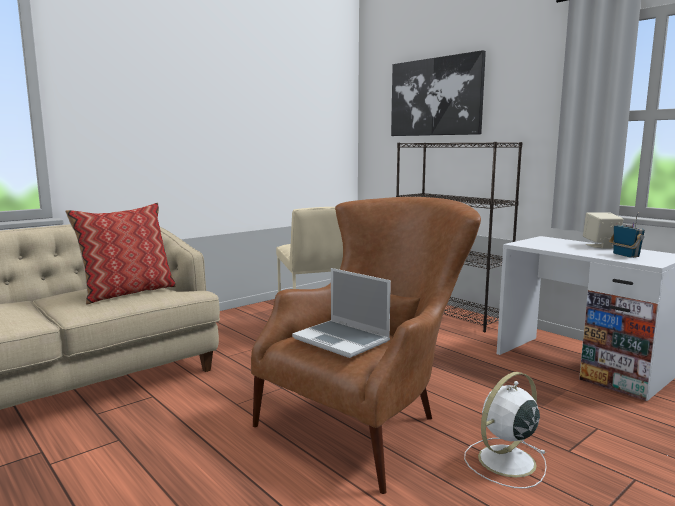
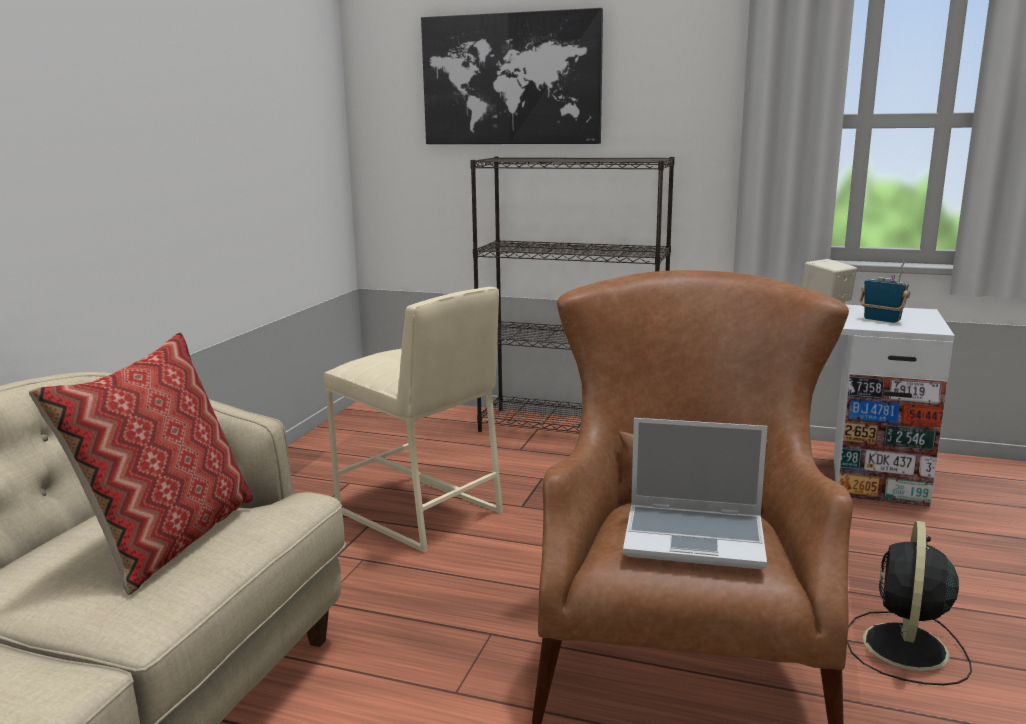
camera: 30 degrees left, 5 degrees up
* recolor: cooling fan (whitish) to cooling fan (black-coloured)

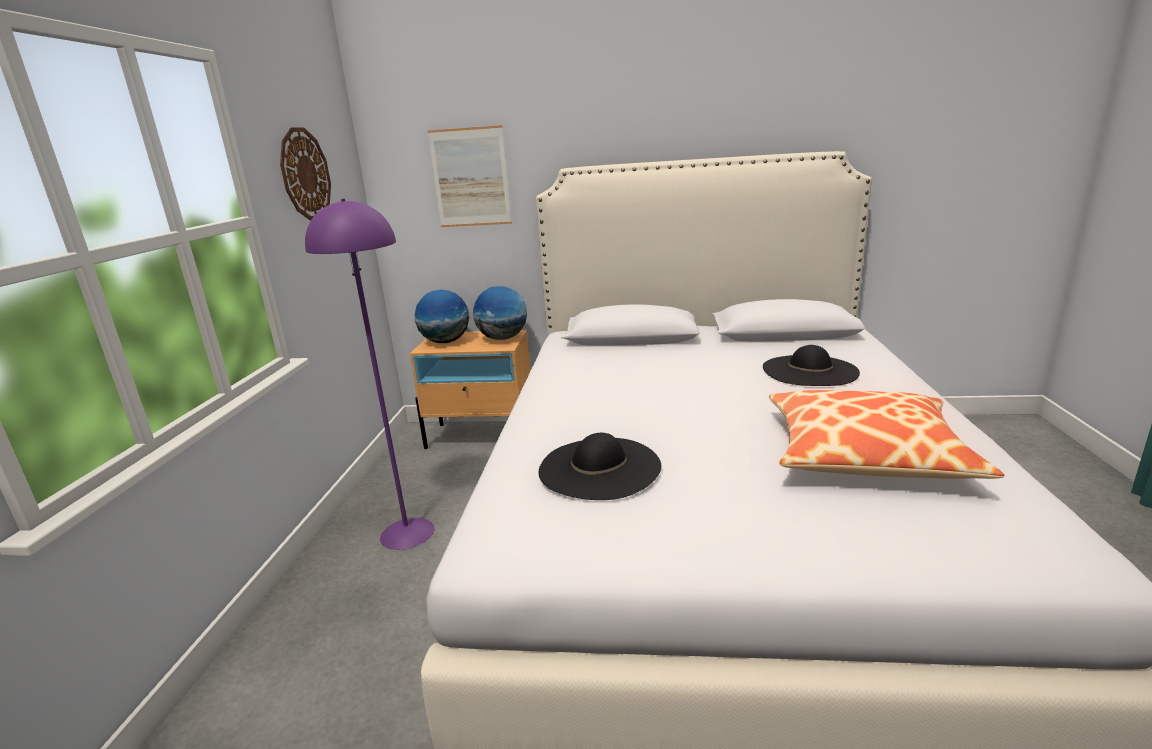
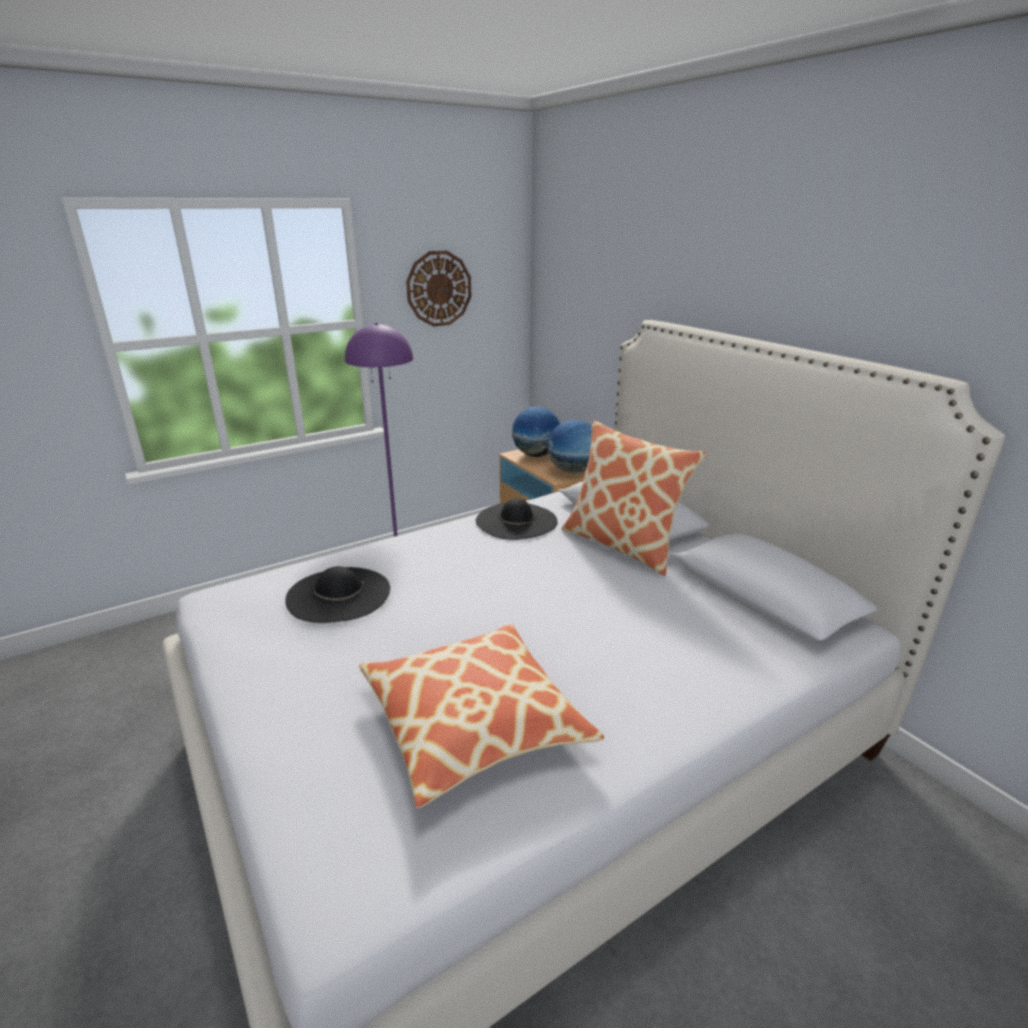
camera: 50 degrees right, 5 degrees up
* delete: picture
* insert: cushion (2nd from left)
* move: hat (black-coloured) (2nd from left)

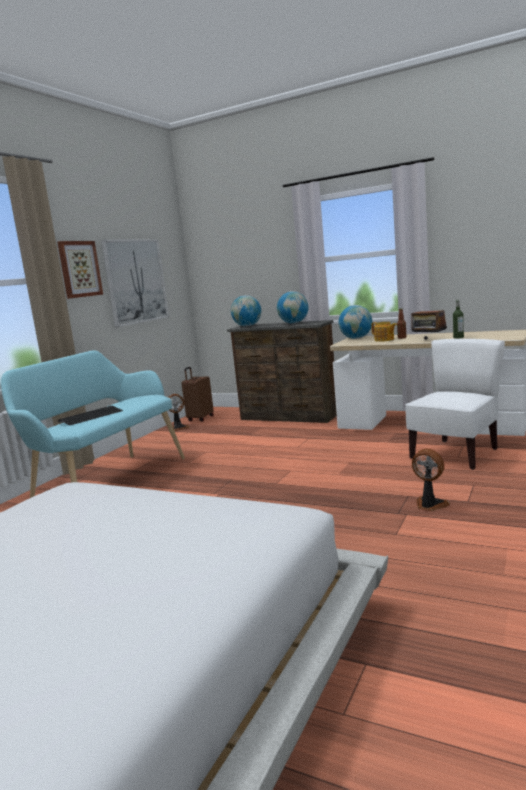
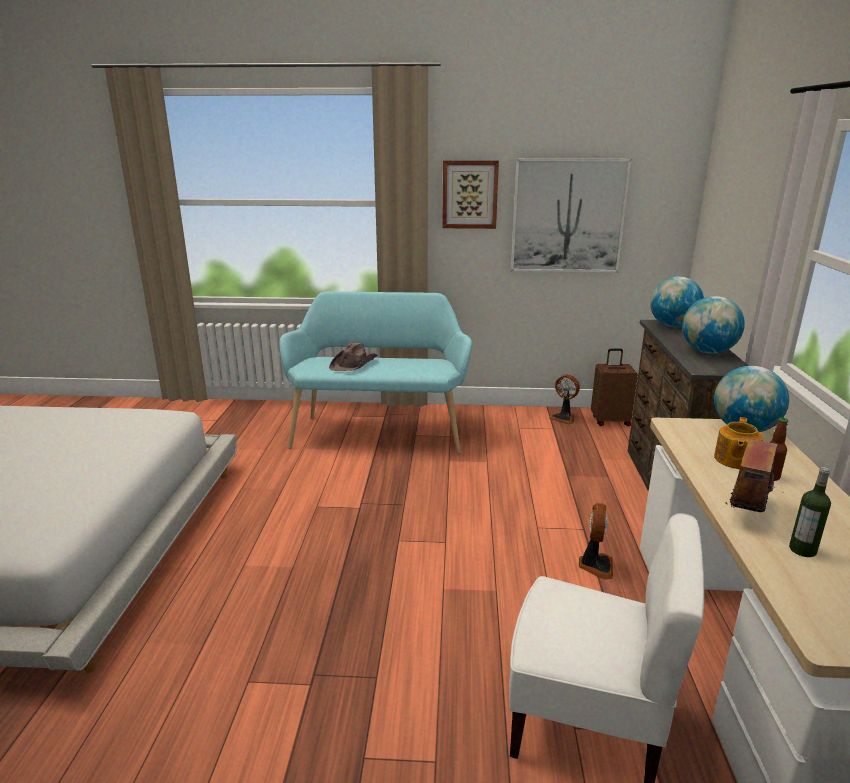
camera: 65 degrees right, 10 degrees up
* move: cooling fan (2nd from left)
* replace: PC keyboard to hat (brown-coloured)

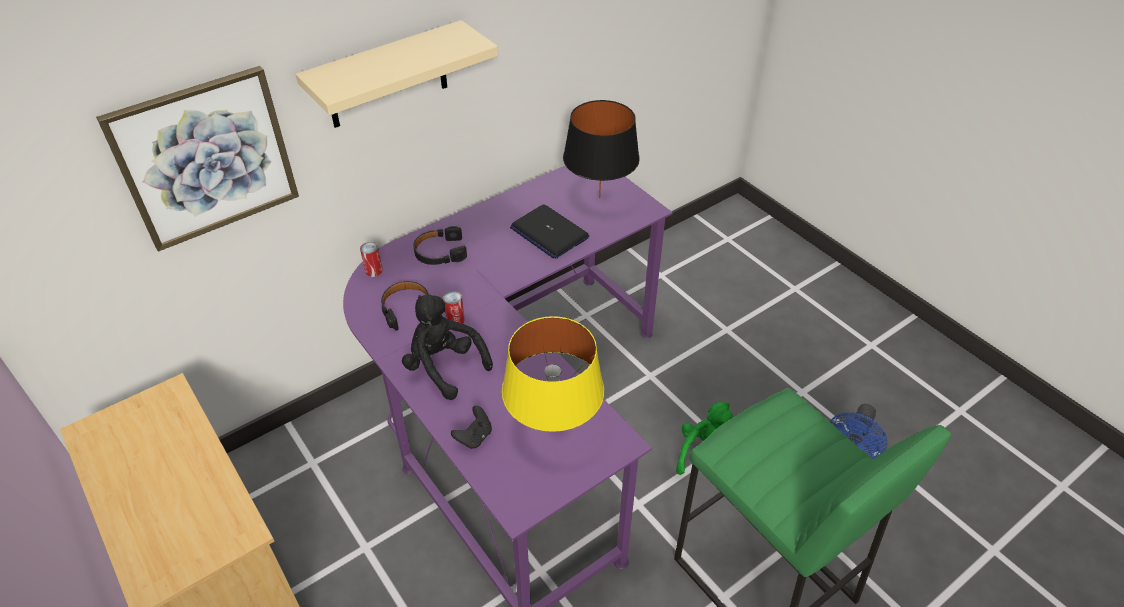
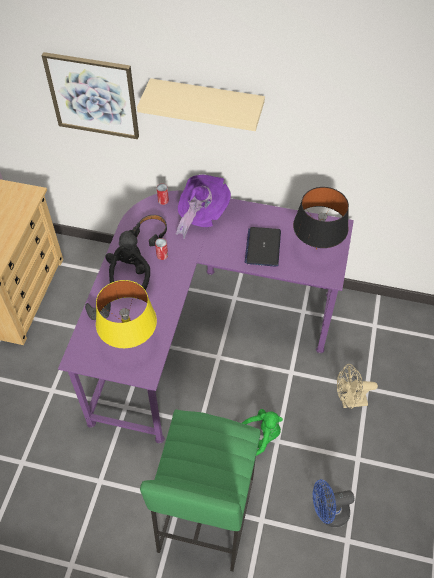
camera: 50 degrees right, 10 degrees up
* insert: cooling fan (beige)
* replace: headphones (black-coloured) (2nd from left) to hat (purple)

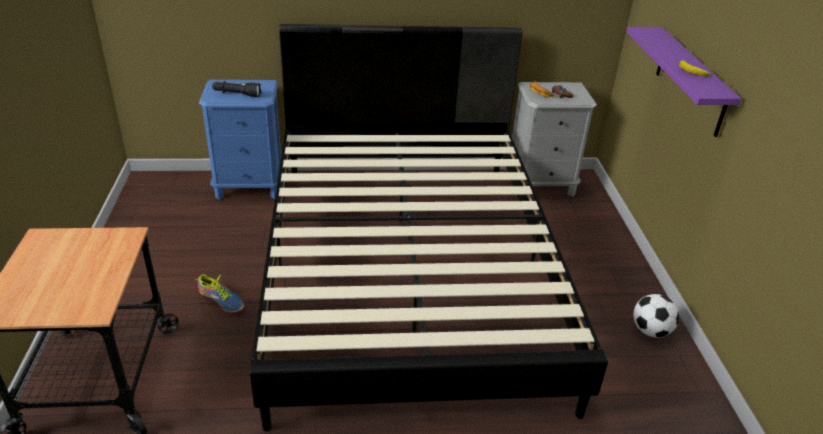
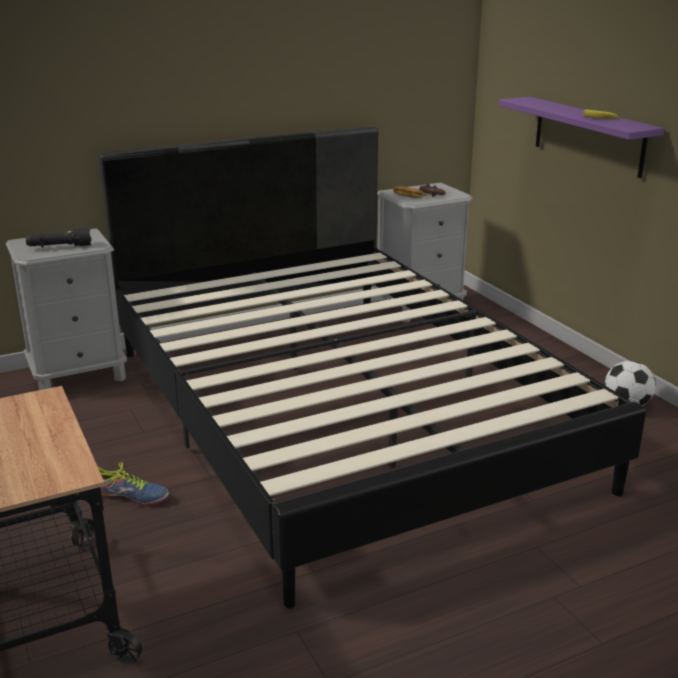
camera: 20 degrees left, 10 degrees down
* recolor: nightstand (blue) to nightstand (gray) (1st from left)

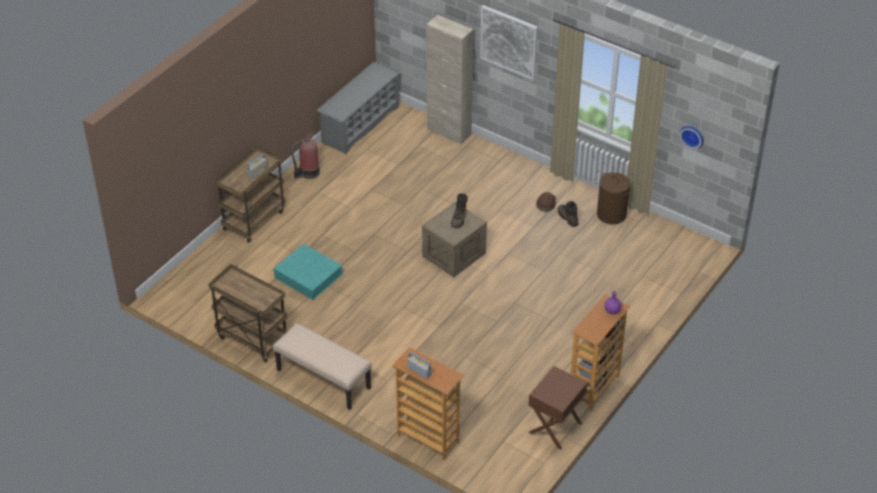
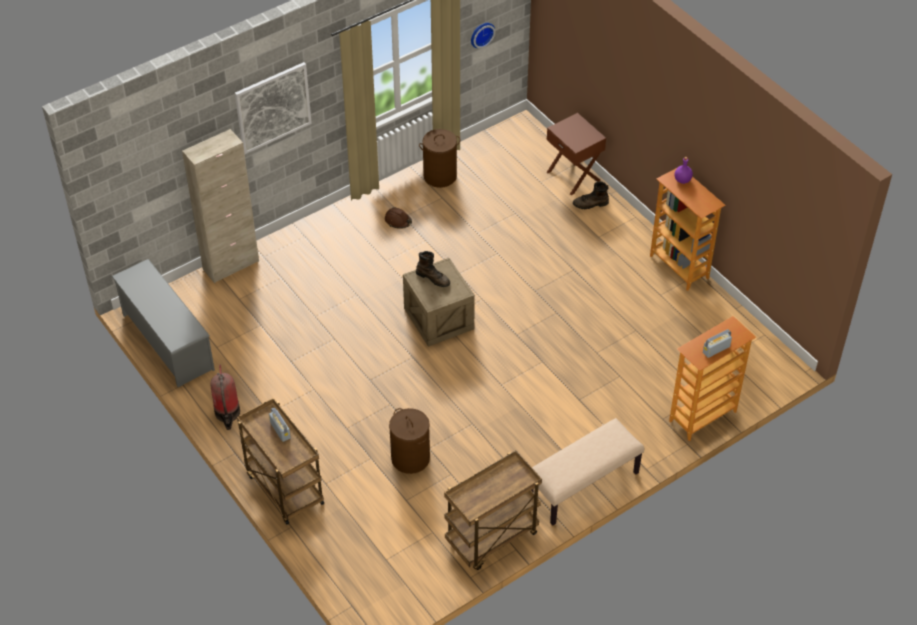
camera: 70 degrees left, 5 degrees up
* move: nightstand (brown-coloured)
* move: high-top boot (brown-coloured) (2nd from left)
* replace: storage bin (turquoise) to washing basket (brown-coloured) (1st from left)

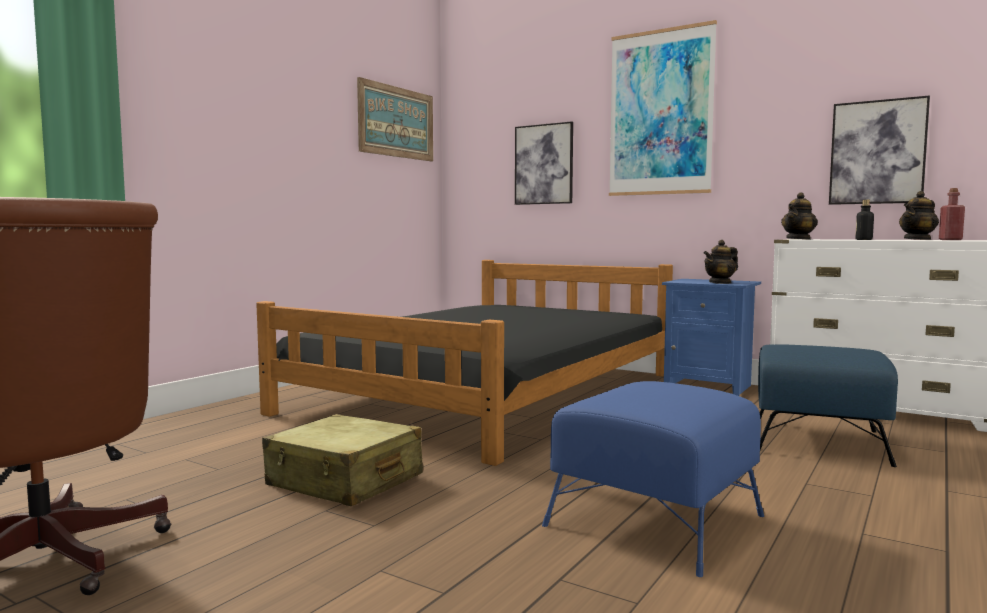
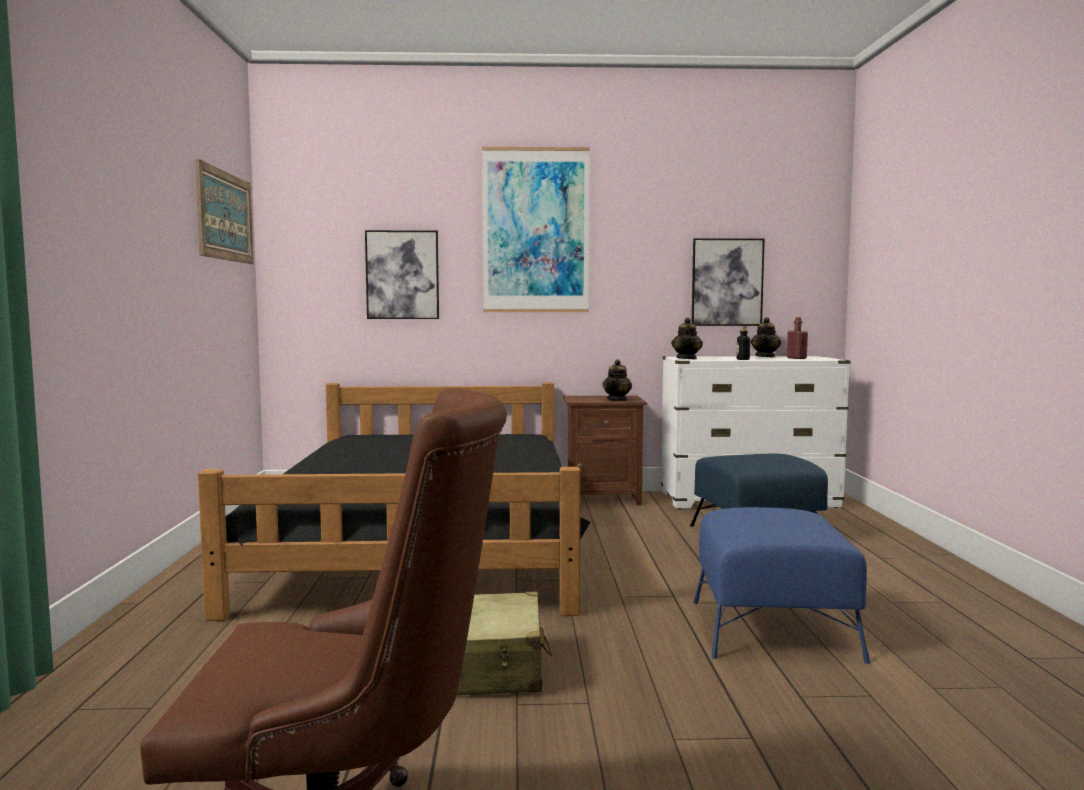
camera: 35 degrees left, 0 degrees up
* recolor: nightstand (blue) to nightstand (brown-coloured)

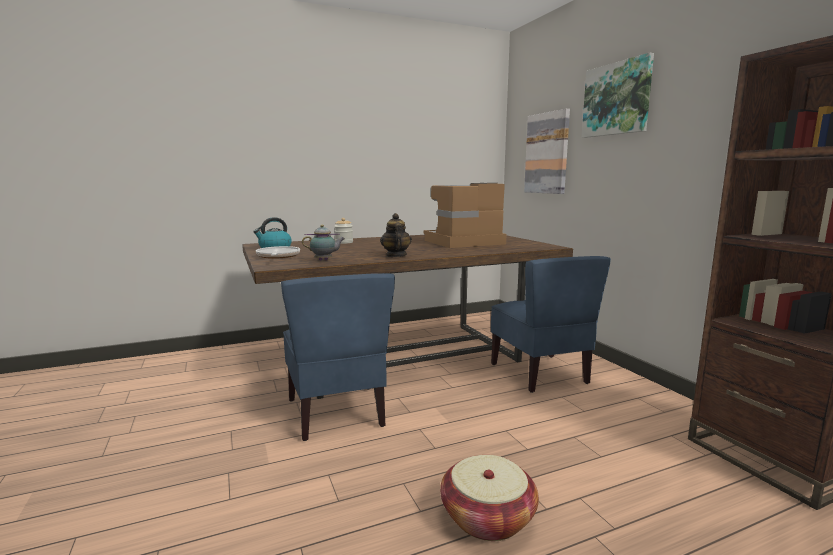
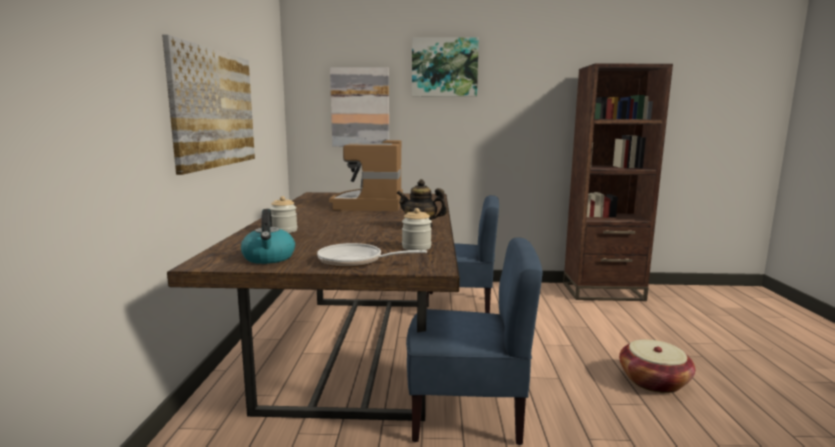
camera: 65 degrees left, 0 degrees up
* insert: picture (1st from left)
* replace: tea pot (1st from left) to preserve jar (2nd from left)

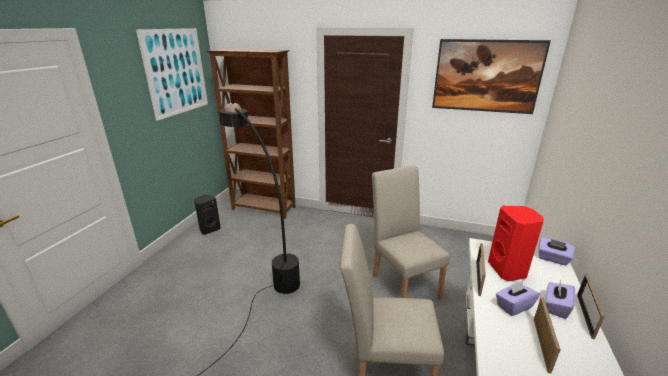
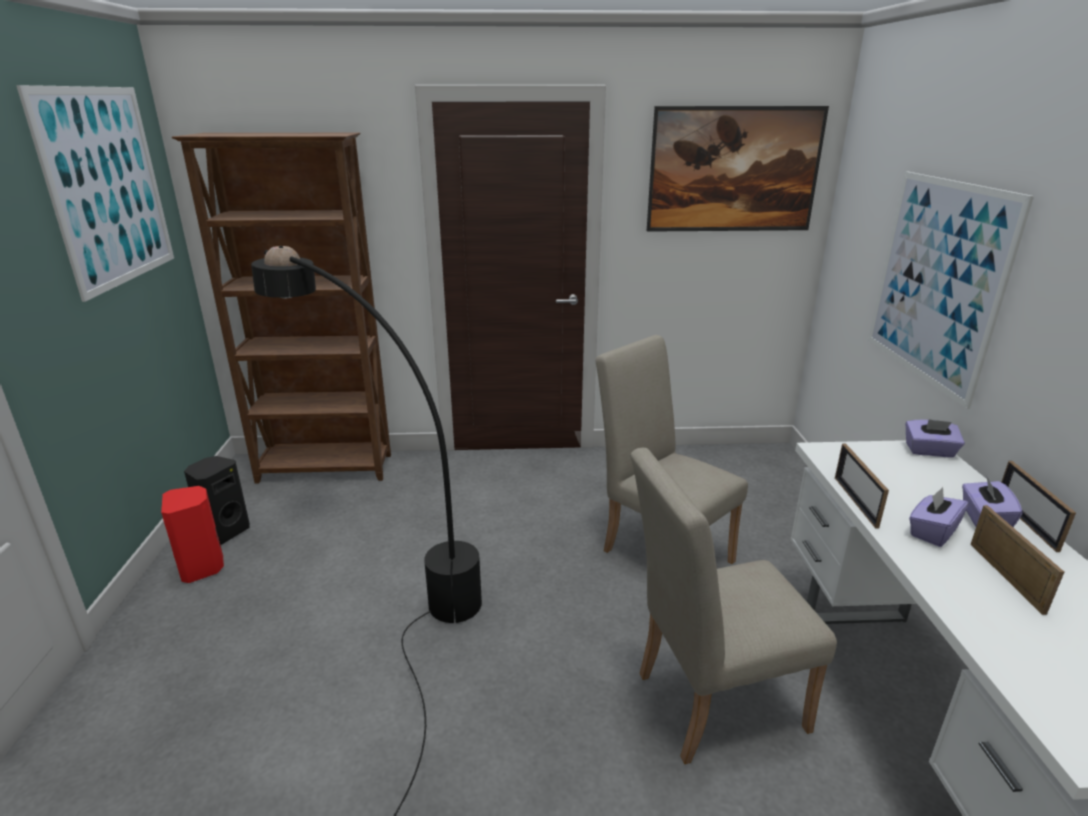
camera: 20 degrees left, 0 degrees up
* insert: picture (3rd from left)
* move: audio speaker (red)

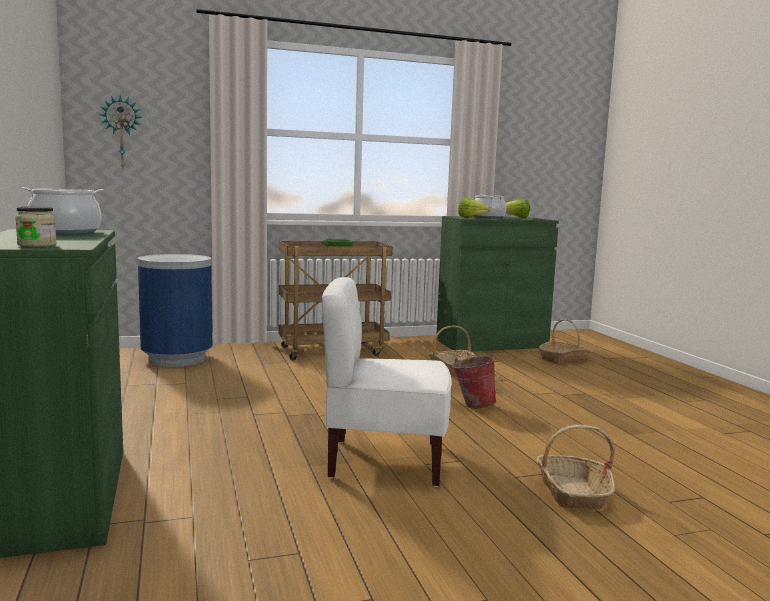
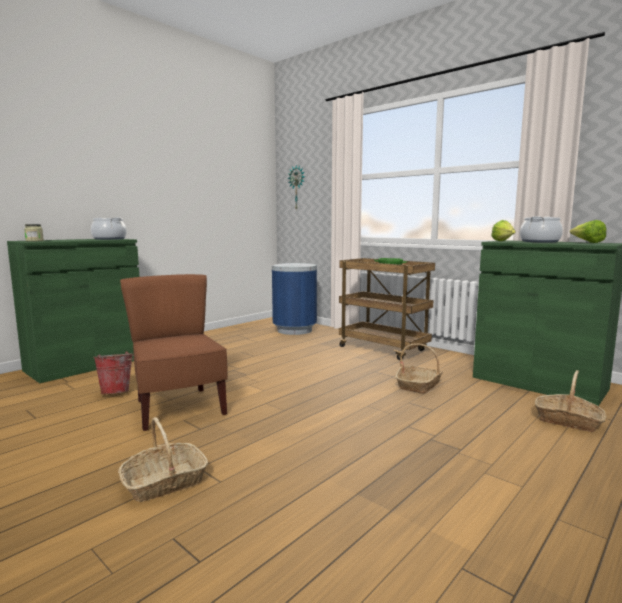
camera: 60 degrees right, 0 degrees up
* move: bucket
* recolor: upright chair (whitish) to upright chair (brown-coloured)

